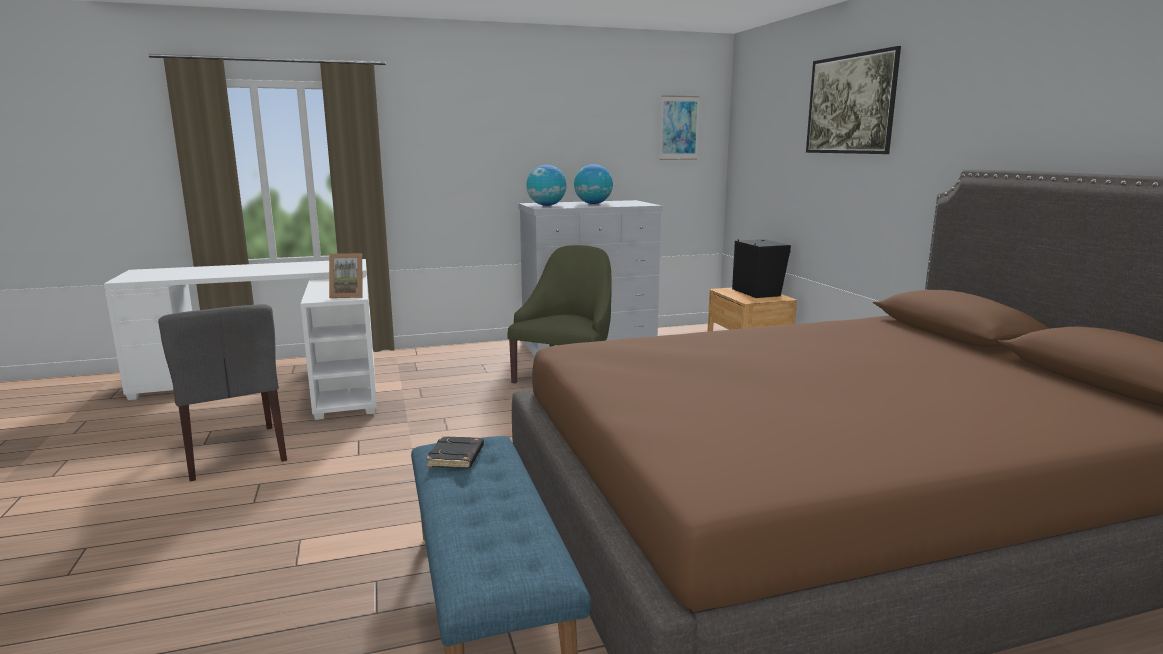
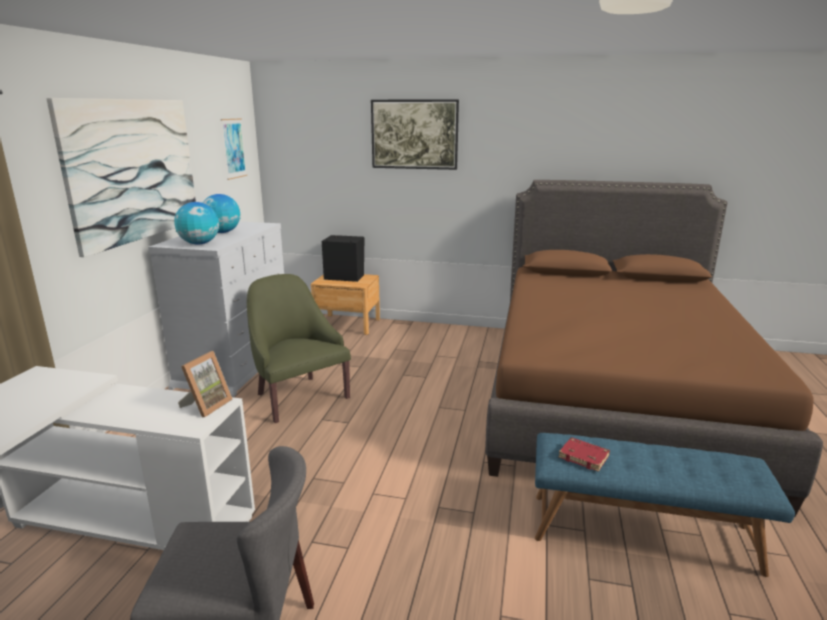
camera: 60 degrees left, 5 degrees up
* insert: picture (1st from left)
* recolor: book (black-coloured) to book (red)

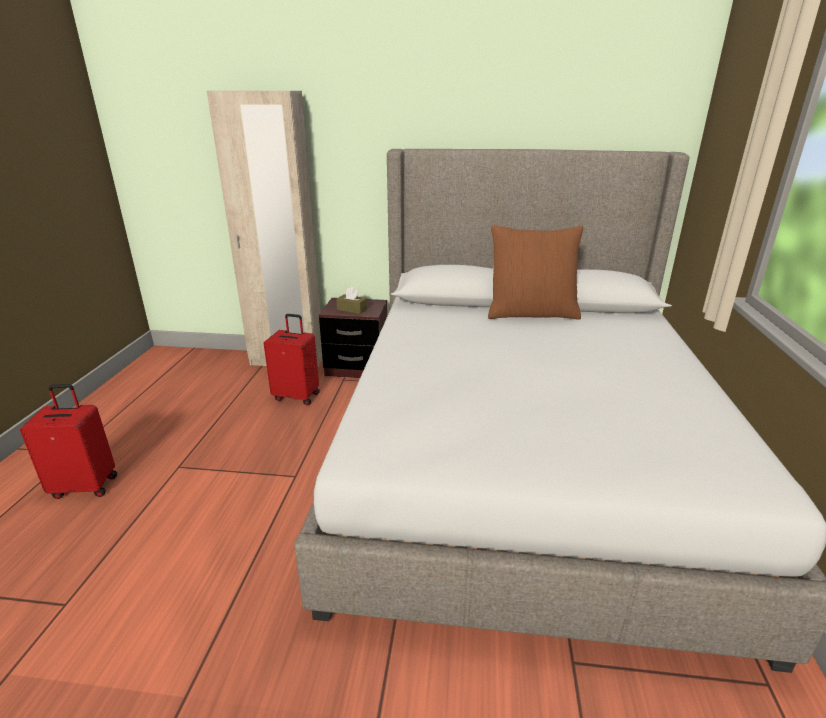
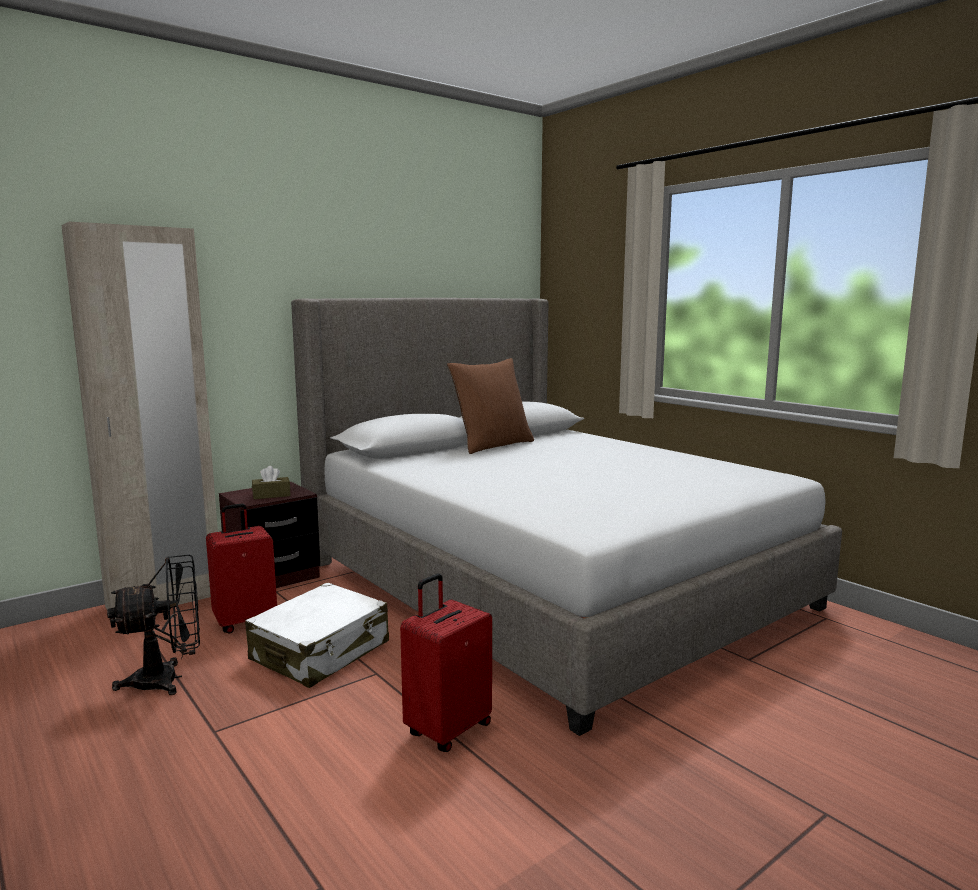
camera: 45 degrees left, 15 degrees down
* insert: cooling fan (black-coloured)
* insert: suitcase (whitish)
* move: suitcase (red) (1st from left in the first image) to suitcase (red) (2nd from left)

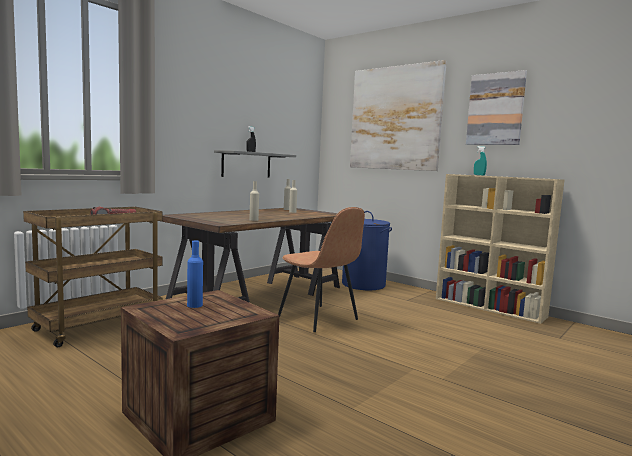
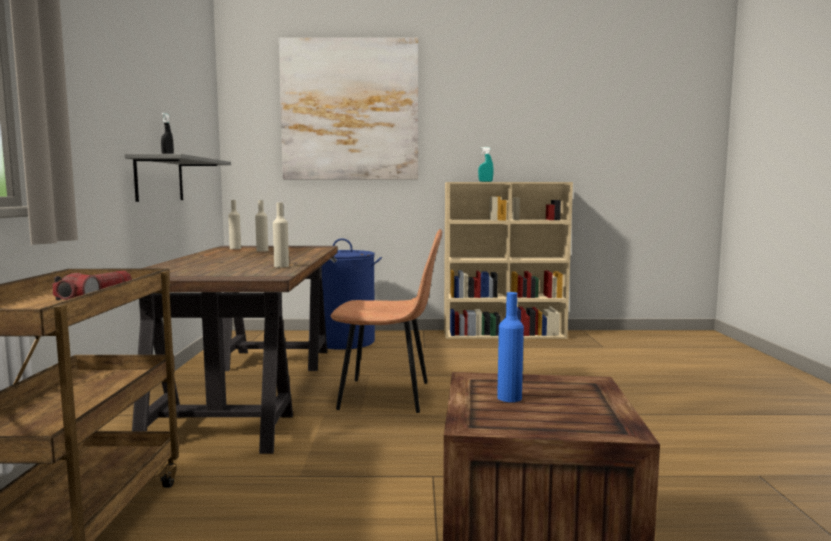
camera: 40 degrees left, 0 degrees up
* delete: picture (2nd from left)

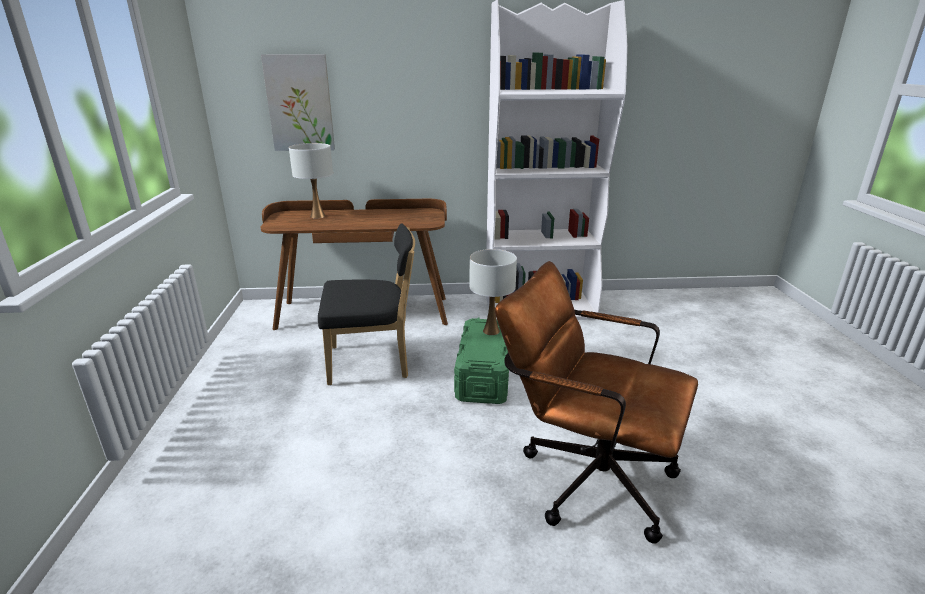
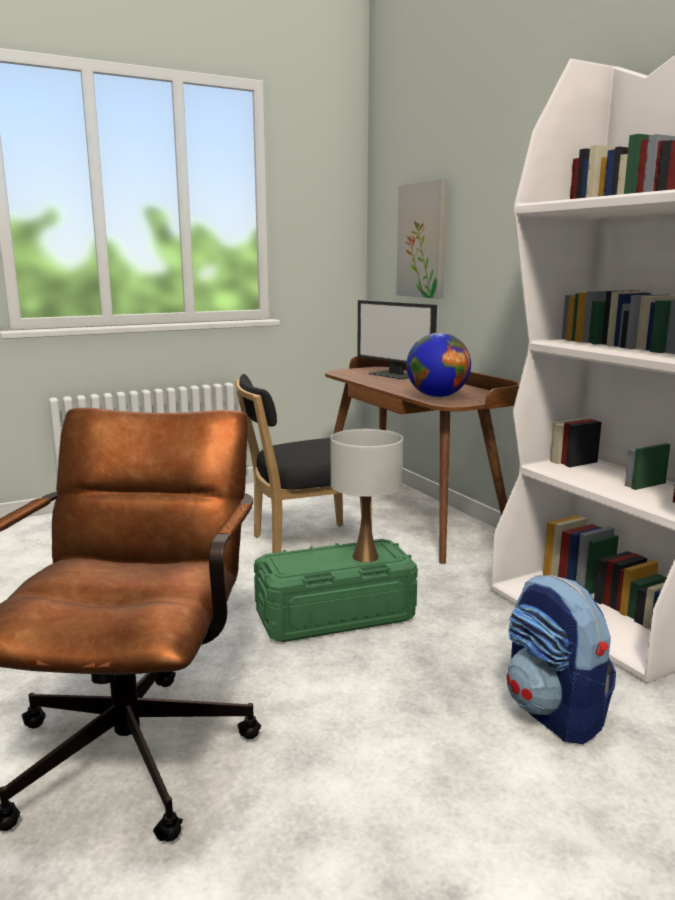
camera: 65 degrees right, 10 degrees down
* insert: desk globe
* insert: knapsack
* replace: lamp for a table (whitish) (1st from left) to computer screen
* rotate: upright chair (black-coloured) 105 degrees clockwise

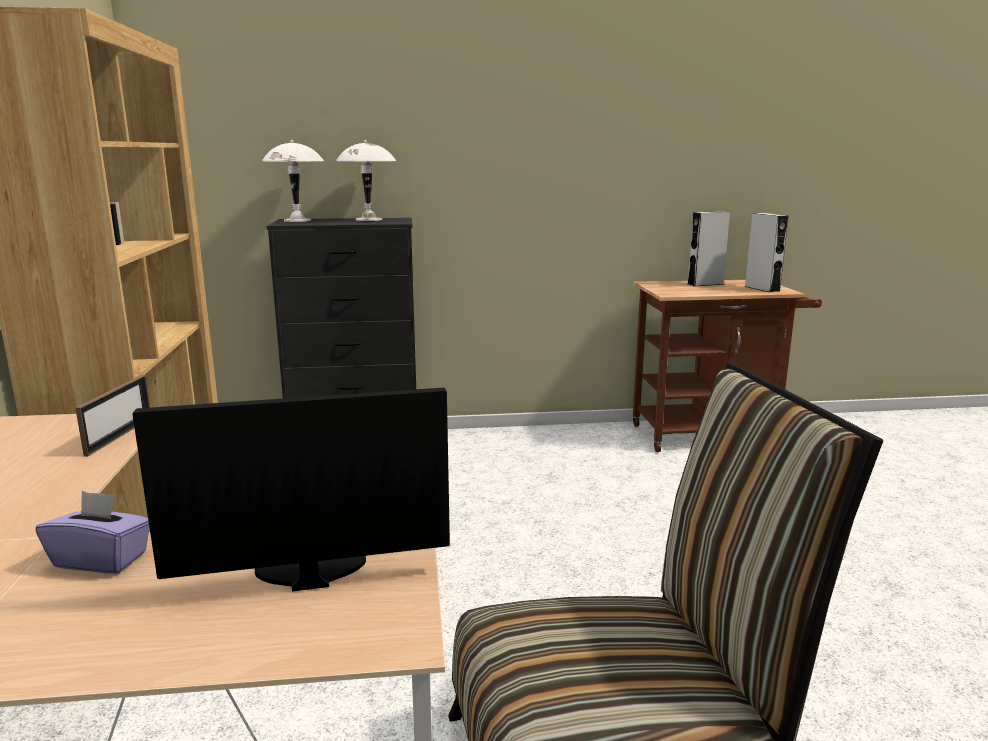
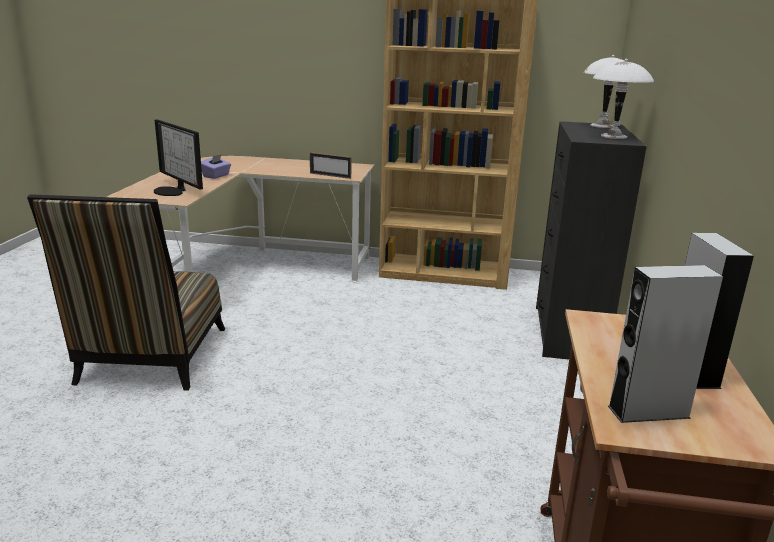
camera: 105 degrees right, 5 degrees up
* rotate: computer screen 135 degrees clockwise

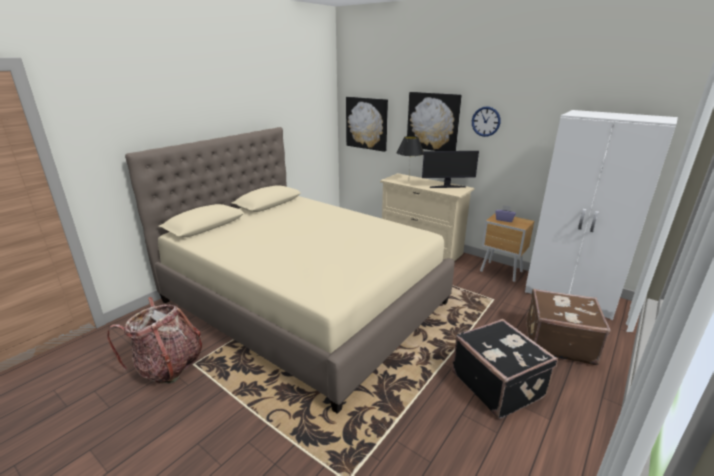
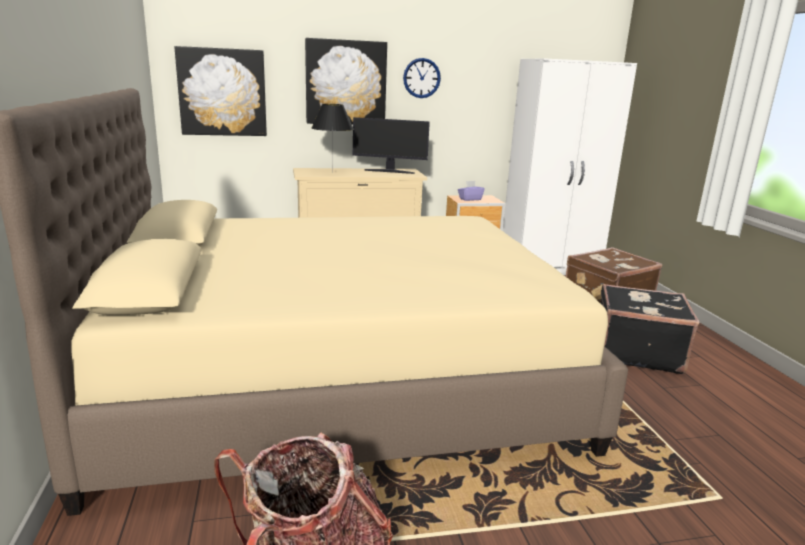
camera: 50 degrees left, 5 degrees down
* rotate: computer screen 60 degrees clockwise

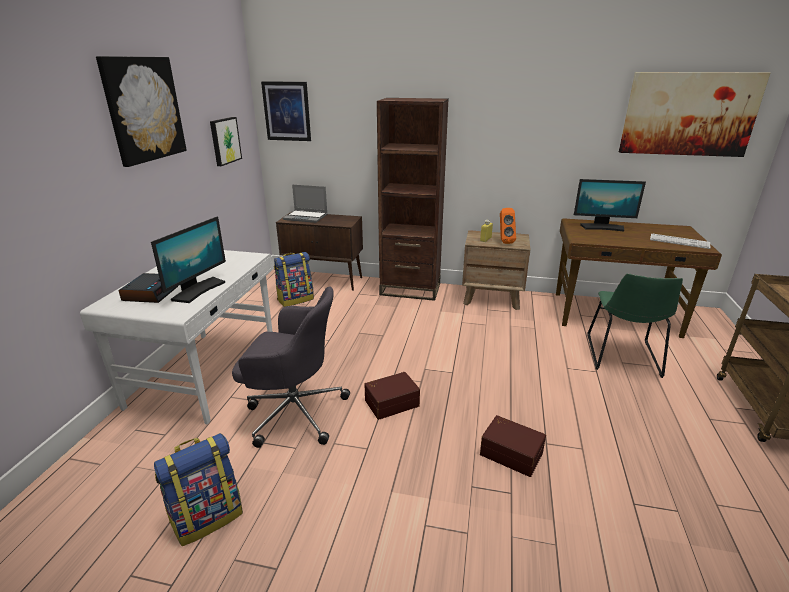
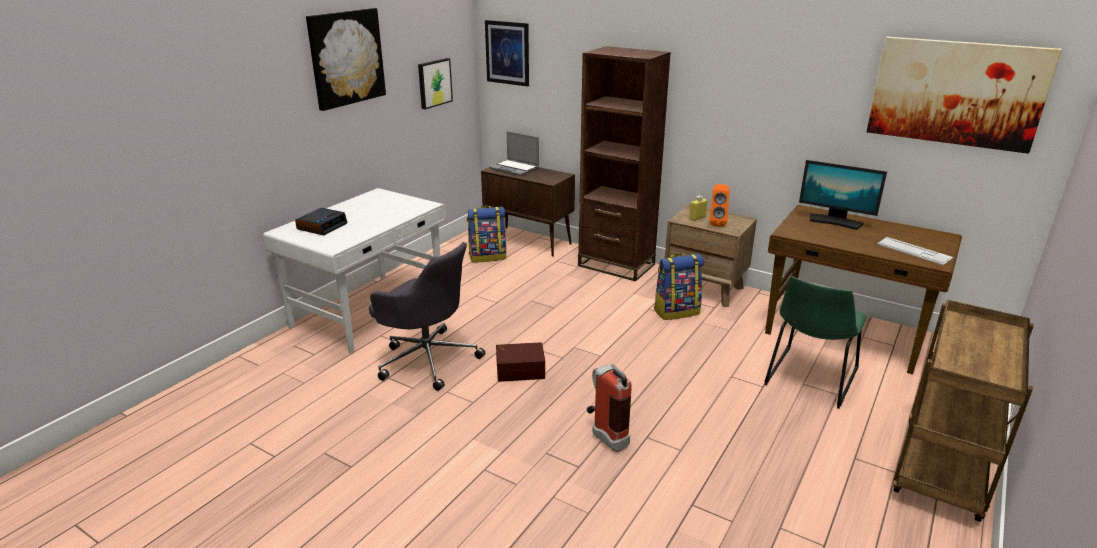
camera: 20 degrees right, 0 degrees up
* delete: computer screen (1st from left)
* move: knapsack (1st from left in the first image) to knapsack (2nd from left)
* replace: storage bin (brown-coloured) (2nd from left) to extinguisher

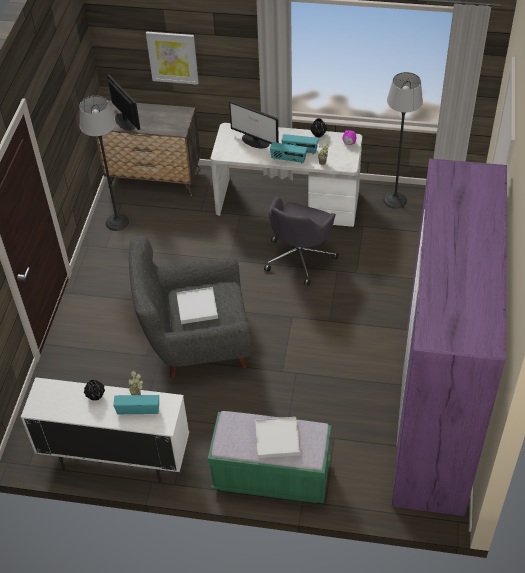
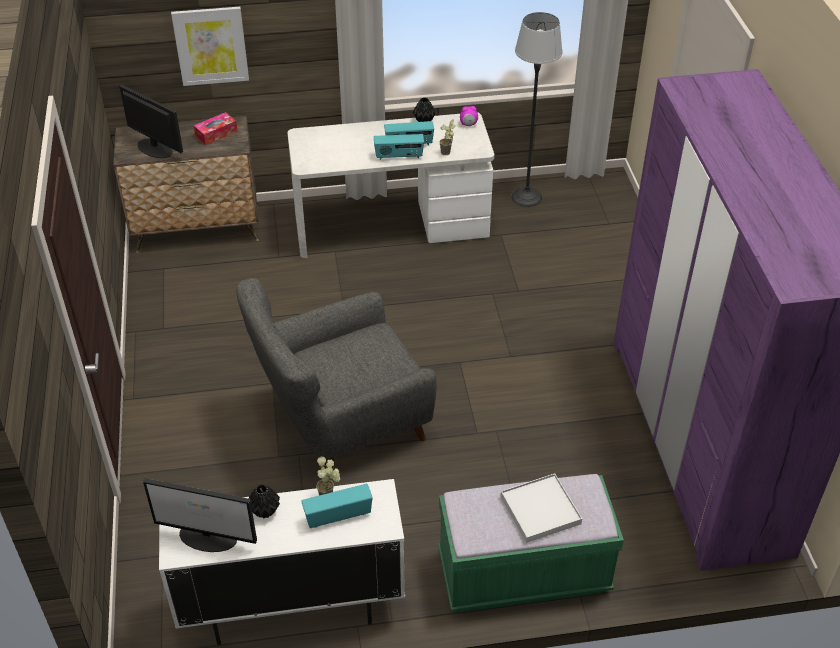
camera: 20 degrees left, 5 degrees down
* delete: floor lamp (1st from left)
* delete: serving tray (whitish) (1st from left)
* delete: computer chair (gray)
* insert: tissue holder
* move: computer screen (2nd from left)

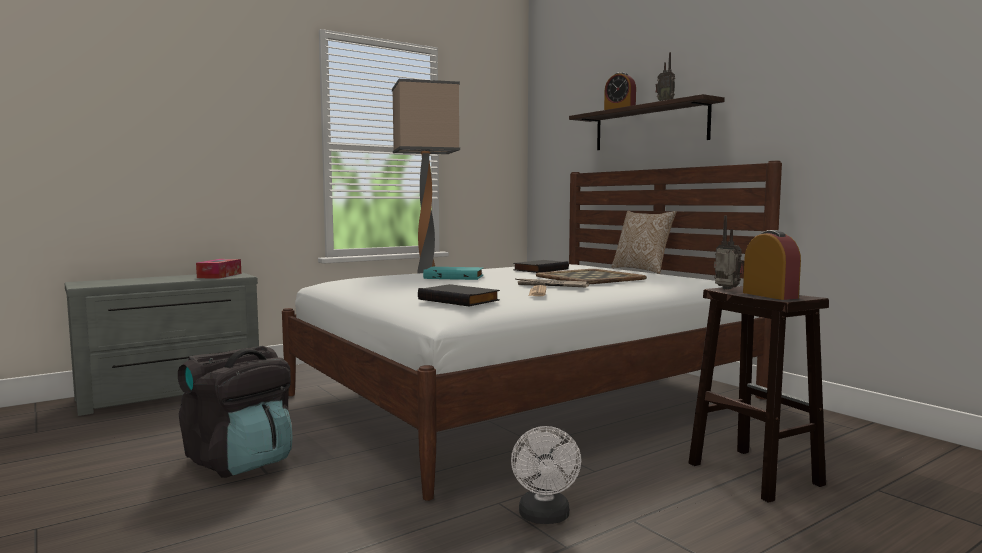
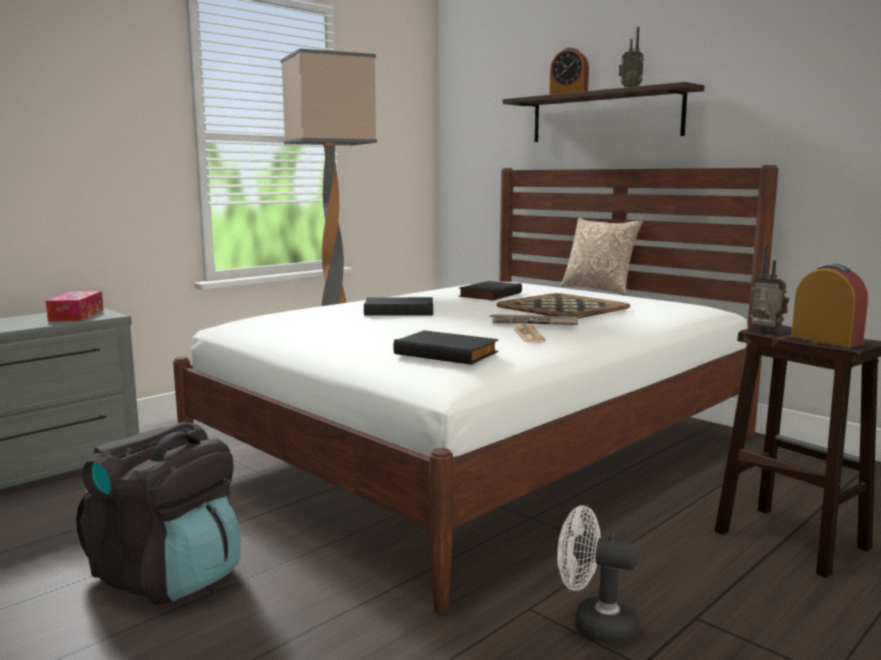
camera: 10 degrees left, 5 degrees up
* recolor: book (turquoise) to book (black-coloured) (1st from left)
* rotate: cooling fan (whitish) 120 degrees clockwise

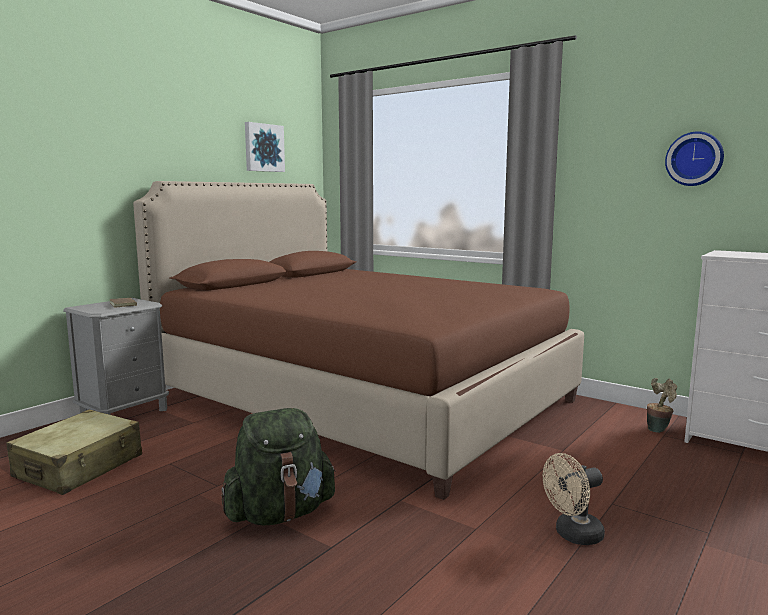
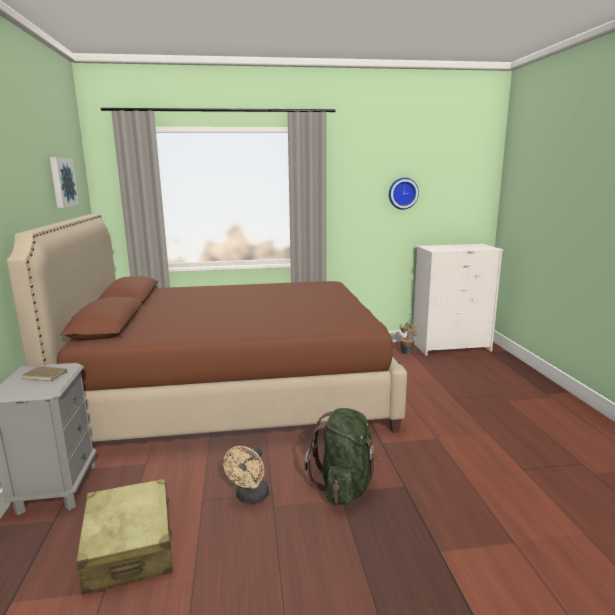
camera: 45 degrees left, 5 degrees up
* move: cooling fan (beige)

